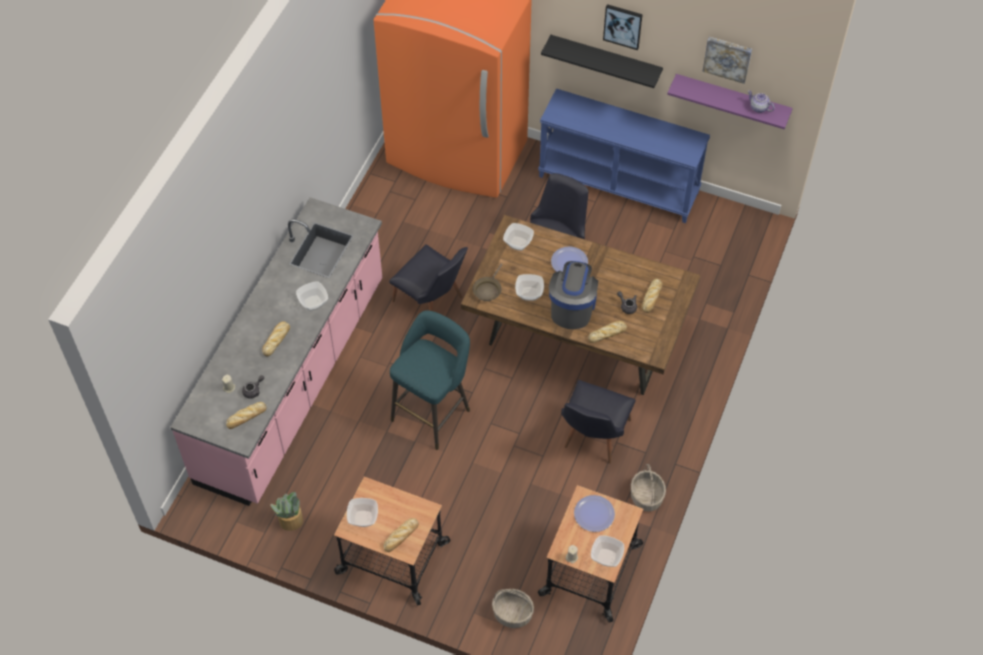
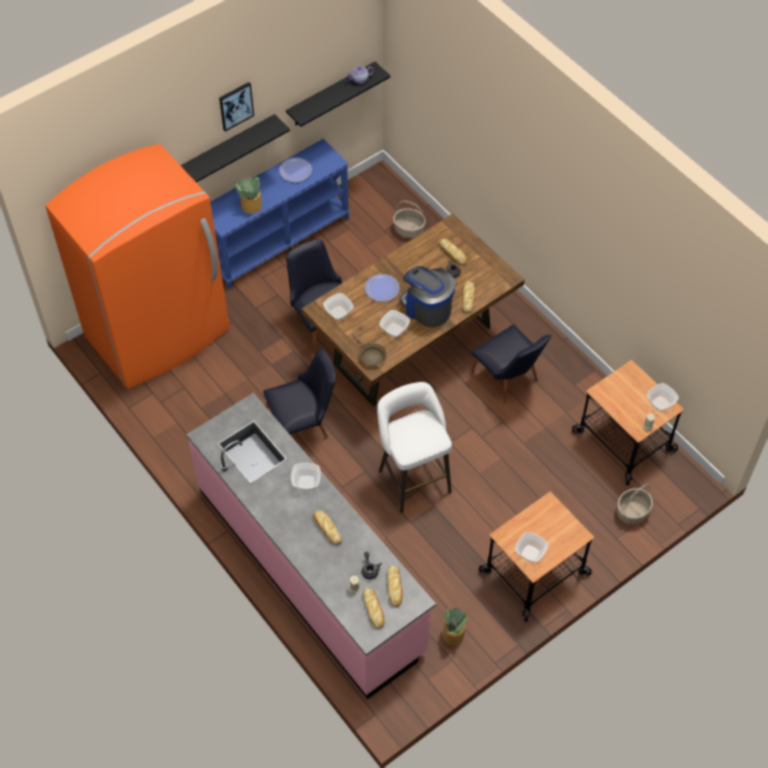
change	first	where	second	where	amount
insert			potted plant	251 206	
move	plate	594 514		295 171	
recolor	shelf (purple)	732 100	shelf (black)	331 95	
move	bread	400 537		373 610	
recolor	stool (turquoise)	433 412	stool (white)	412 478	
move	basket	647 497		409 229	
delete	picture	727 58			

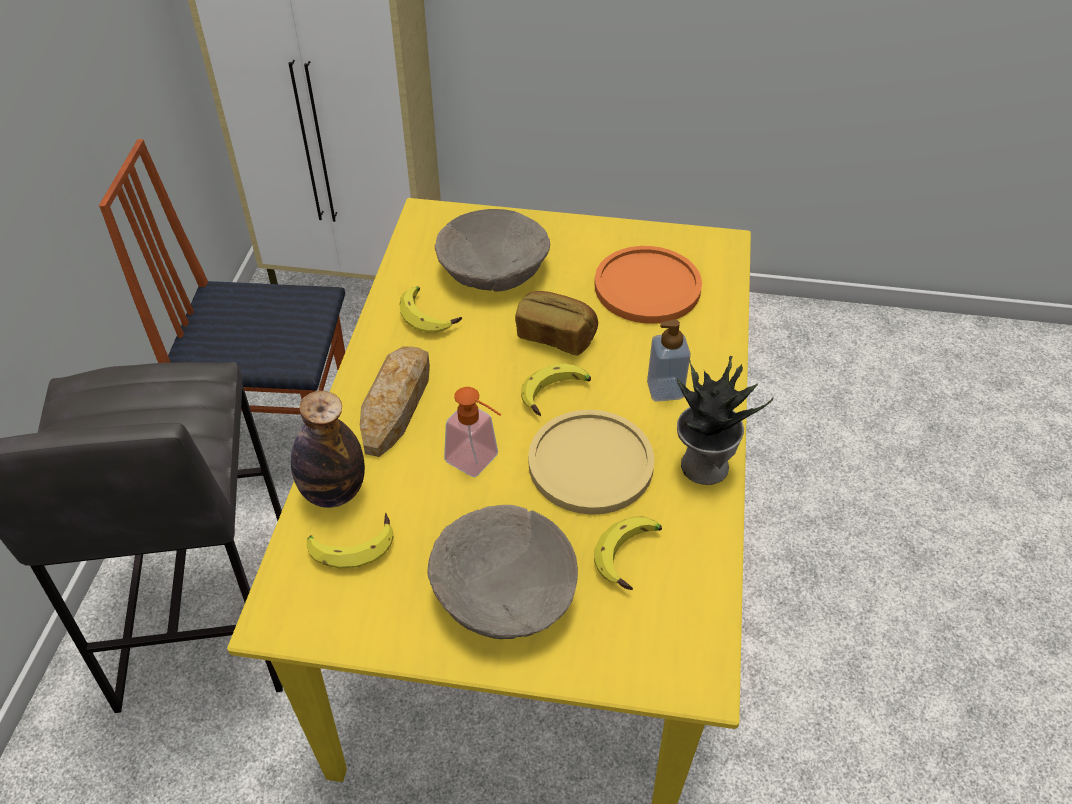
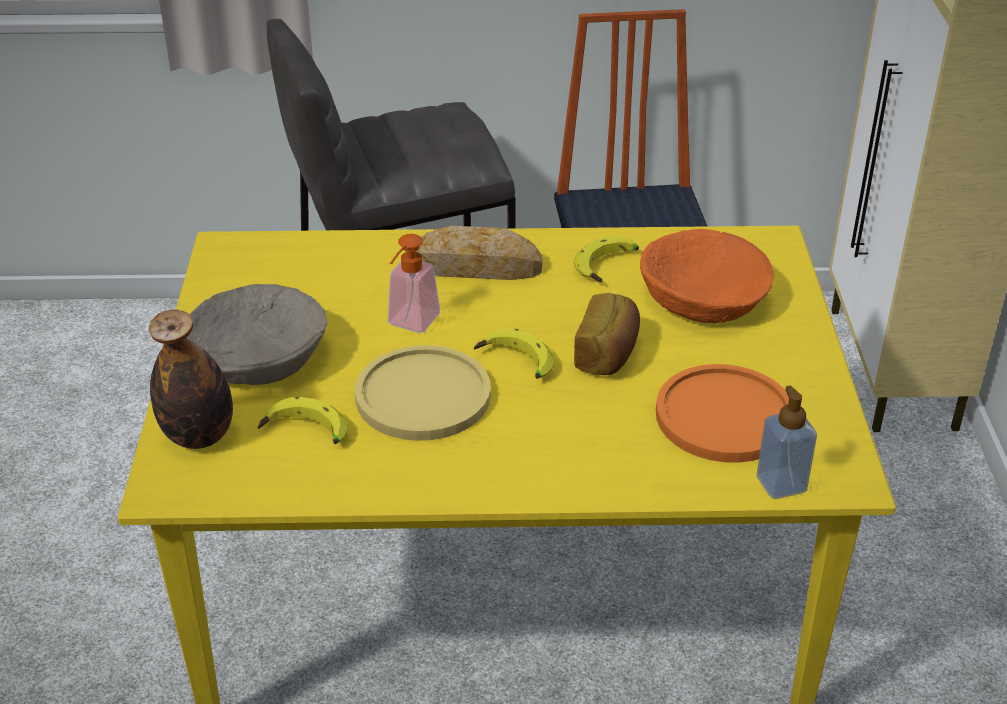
change	first	where	second	where	amount
move	bottle	333 491		199 436	
recolor	bowl (beige)	493 268	bowl (orange)	702 297	
move	soap dispenser	665 390		781 484	
delete	banana	352 543			
delete	potted plant	702 465			

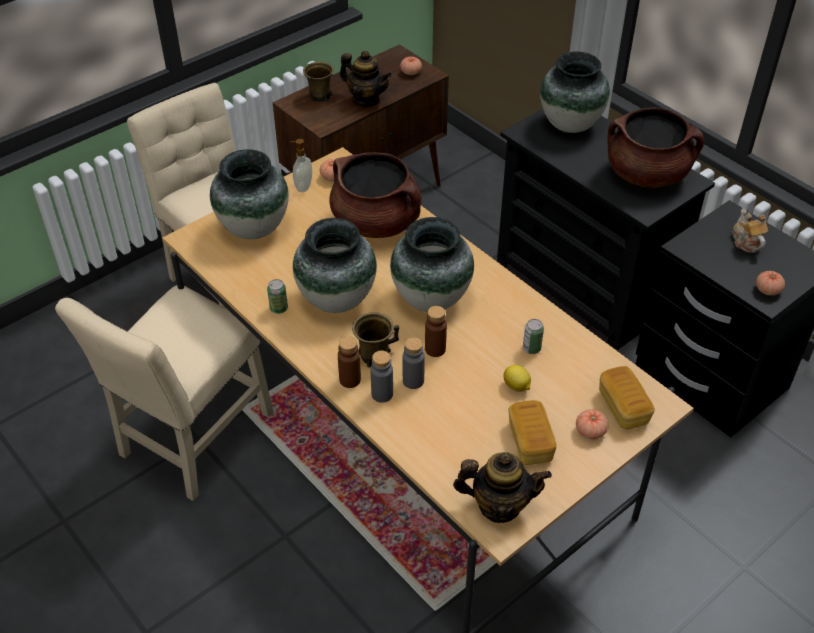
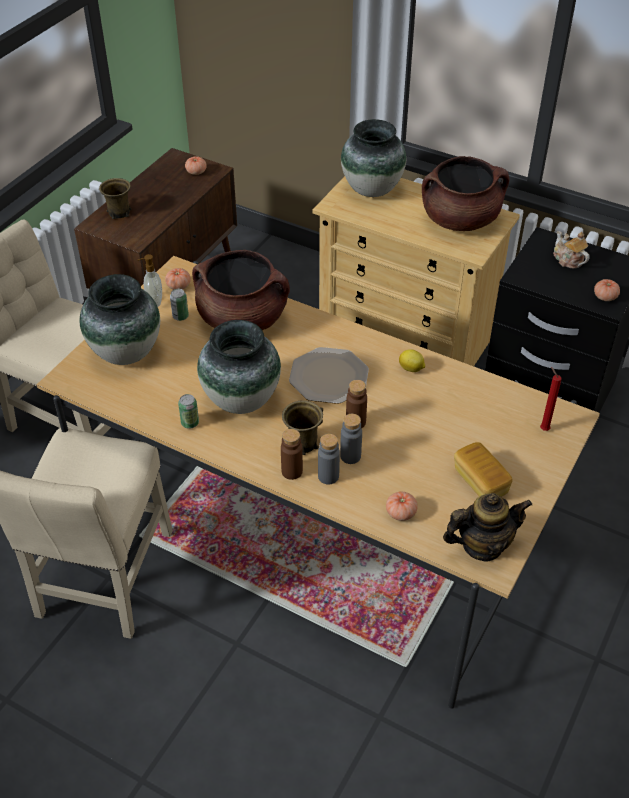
change	first	where	second	where	amount
move	can	531 348		180 316	
replace	vase	431 298	plate	328 376	
recolor	dresser (black)	584 284	dresser (beige)	406 336	
move	tomato	590 431		401 513	
move	lemon	516 386		411 369	
replace	bread	623 407	candle (red)	543 428	
delete	teapot	366 99			

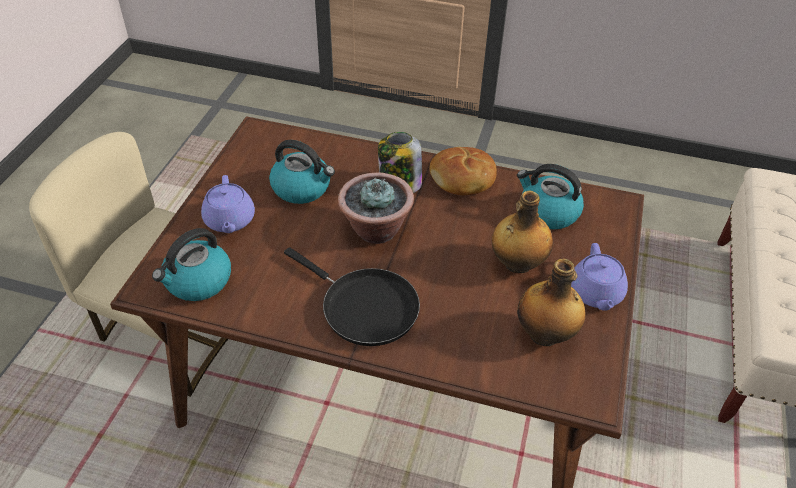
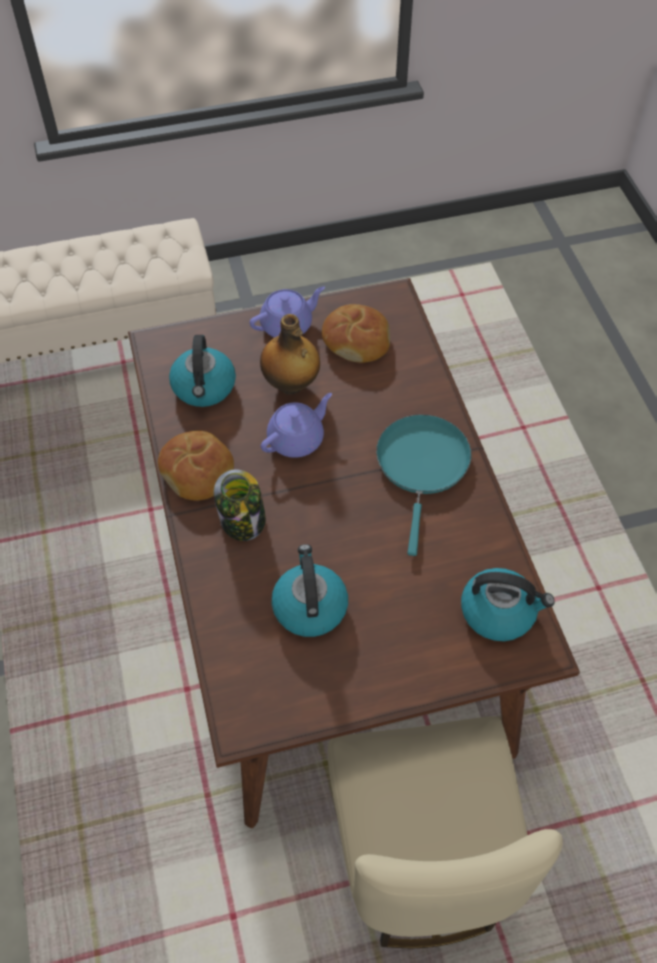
change	first	where	second	where	amount
move	teapot (purple)	229 221		297 439	
replace	bottle	545 335	bread	356 340	
recolor	frying pan (black)	364 307	frying pan (turquoise)	422 465	
delete	potted plant	375 230			

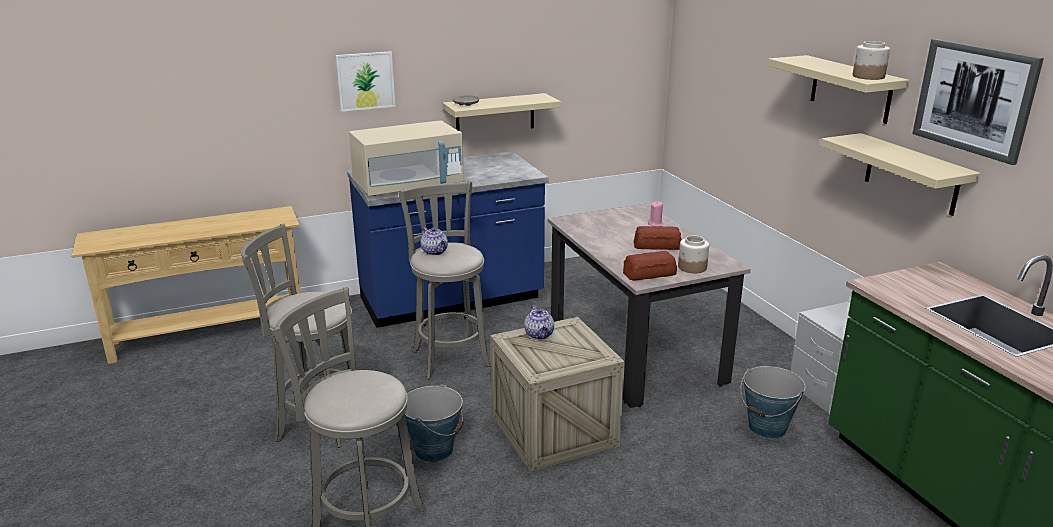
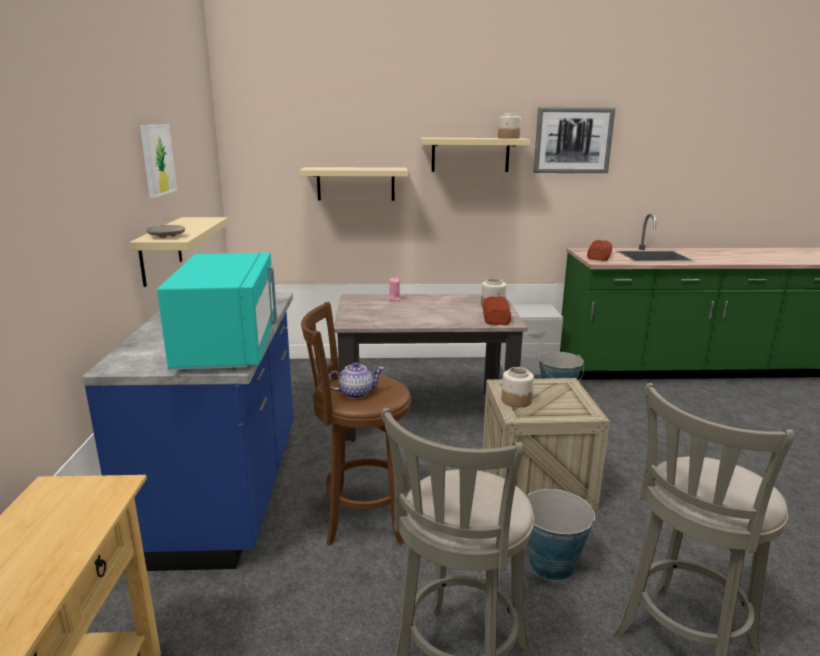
change	first	where	second	where	amount
move	picture	365 81		157 160	
recolor	microwave (beige)	409 186	microwave (turquoise)	229 347	
move	shelf (beige)	911 174		355 184	
recolor	stool (grey)	450 356	stool (brown)	361 517	
replace	teapot	539 335	jar	516 400	
move	bread	658 245		599 256	

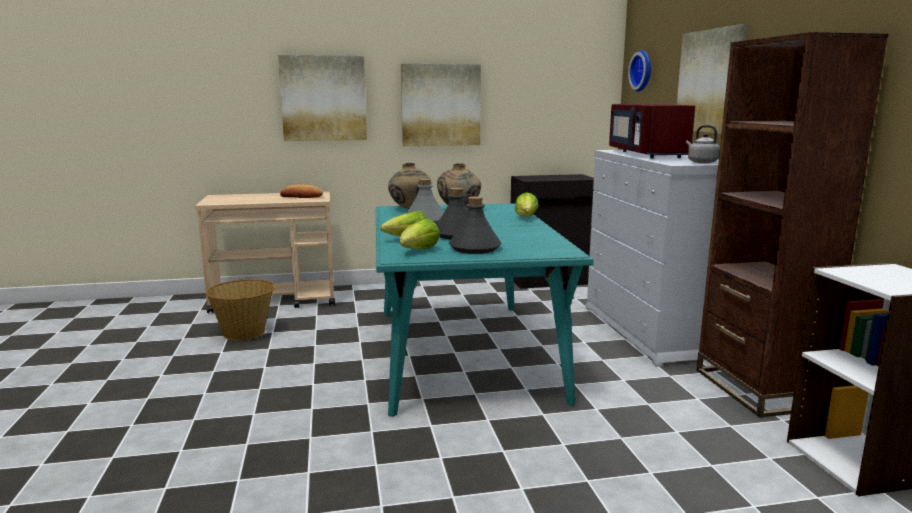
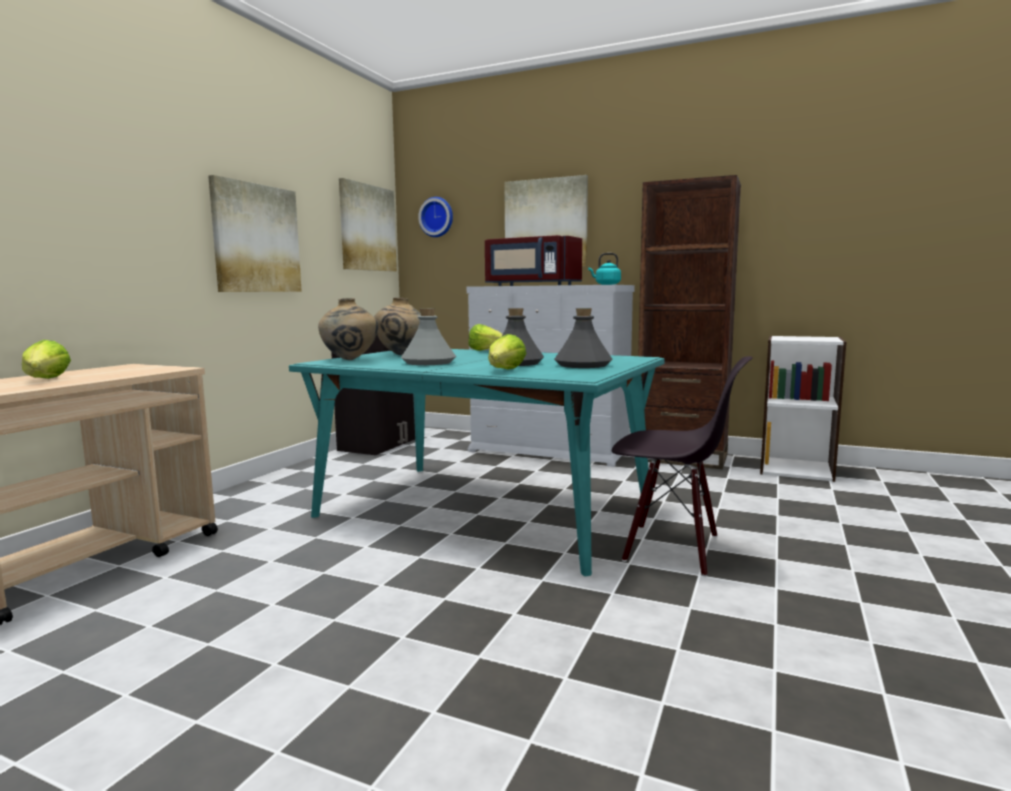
change	first	where	second	where	amount
move	lettuce	419 251		46 380	
move	picture	323 98		367 228	
recolor	kettle (grey)	701 162	kettle (turquoise)	606 284	
insert			chair (black)	671 549	
delete	basket	245 333			
delete	bread	301 196			

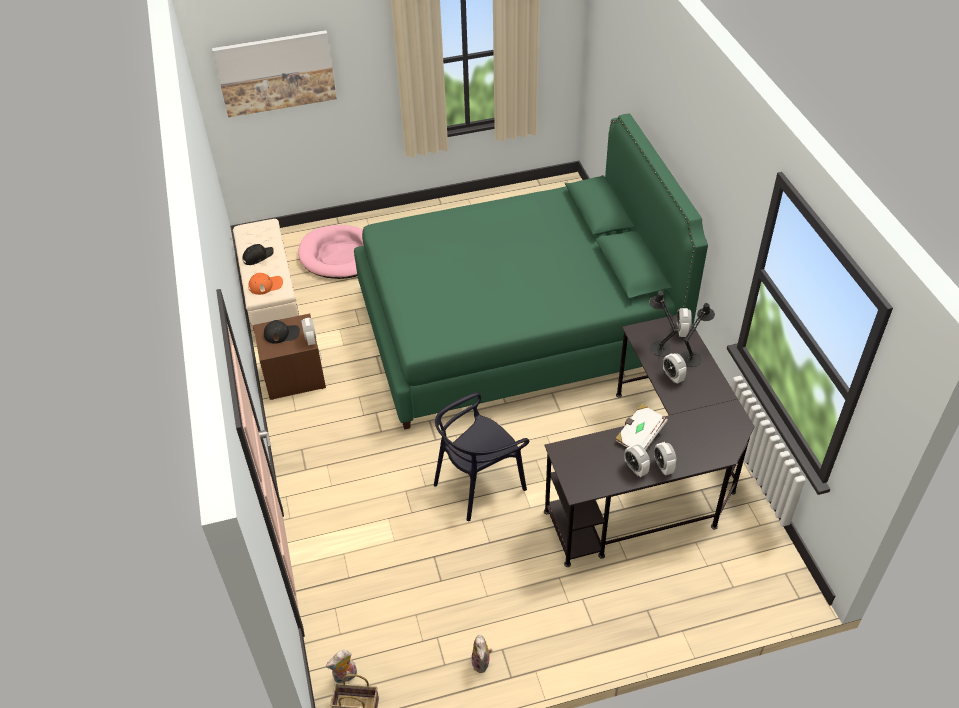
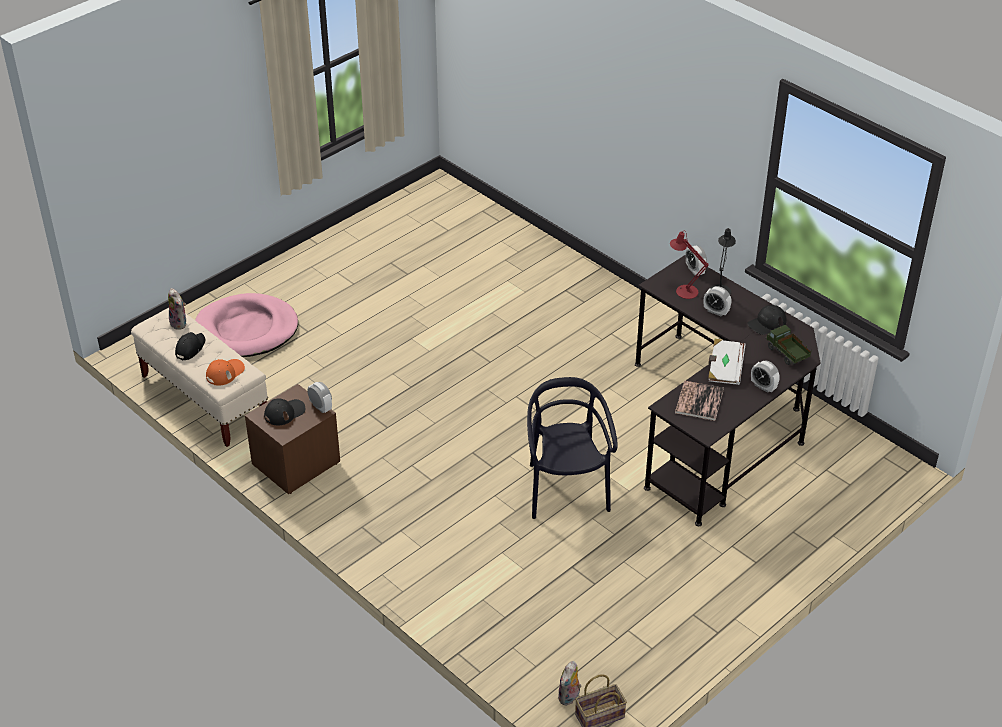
change	first	where	second	where	amount
move	plush toy	482 663		180 323	
rotate	chair (black)	479 484		566 489	150 degrees clockwise
recolor	table lamp (black)	658 346	table lamp (red)	684 290	
insert			book	699 401	
insert			cap (black)	767 323	
insert			toy truck	786 354	
delete	picture	276 72			
delete	bed (green)	516 326			
delete	alarm clock	635 469			

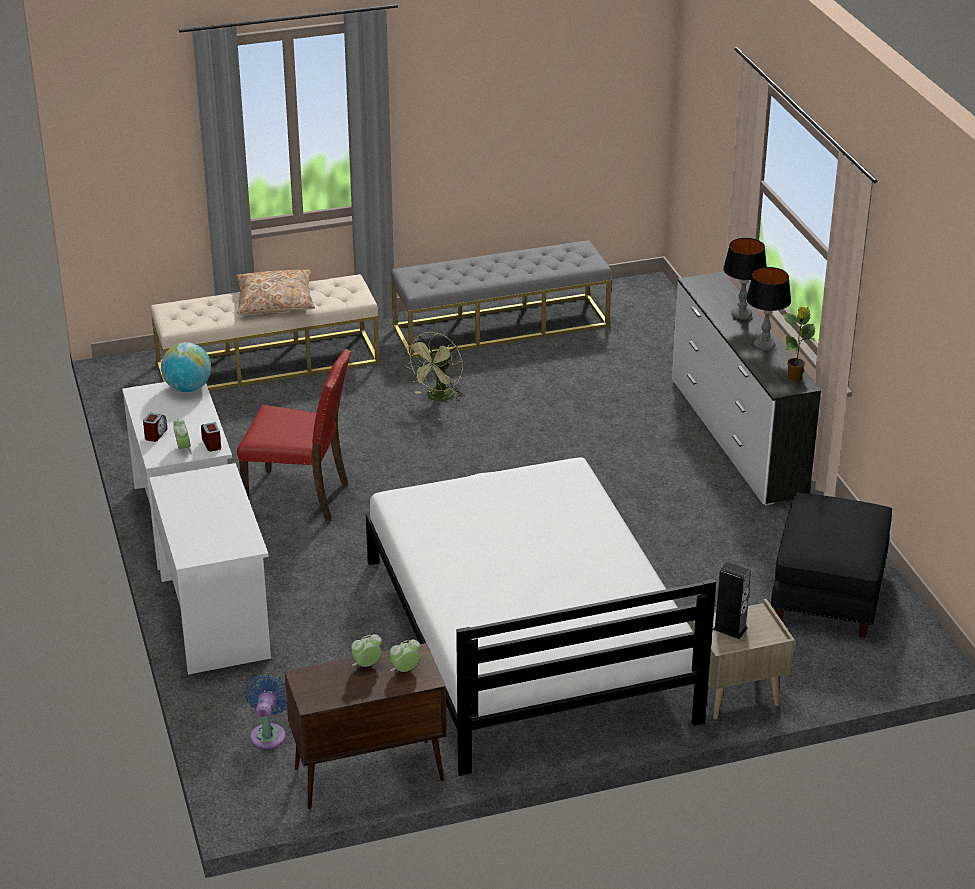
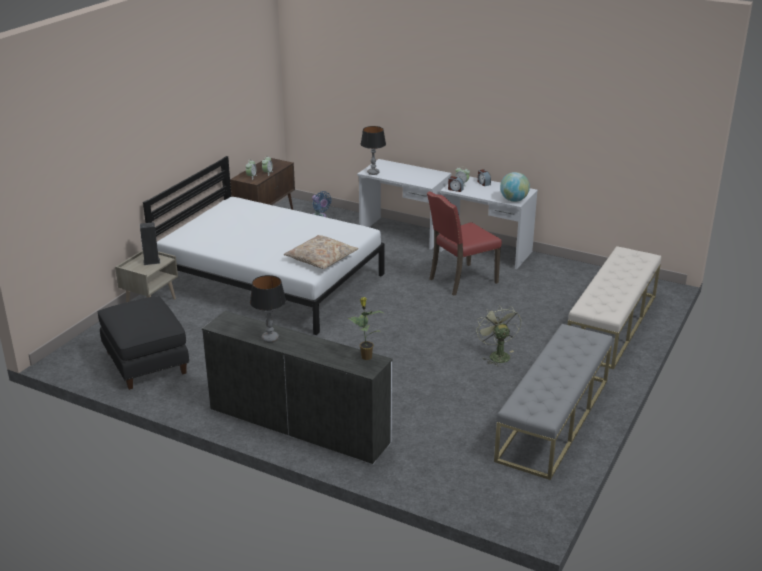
change	first	where	second	where	amount
move	pillow (beige)	275 302		321 259	
move	potted plant	794 378		366 356	
move	table lamp	741 315		373 173	

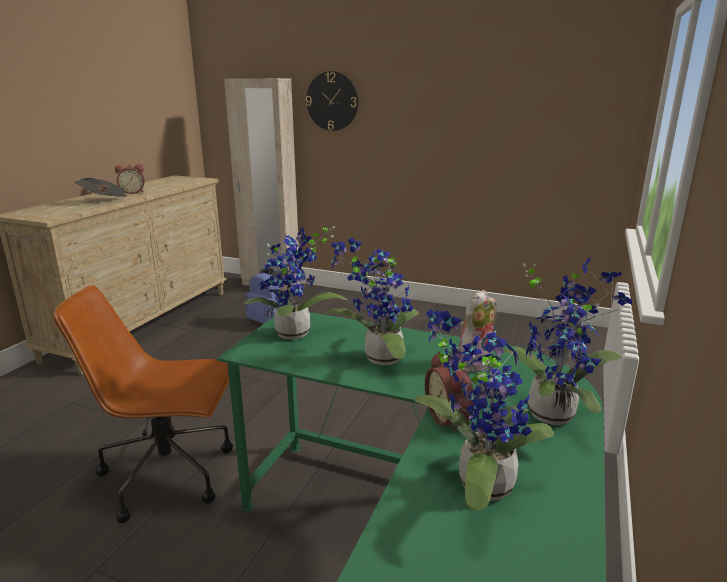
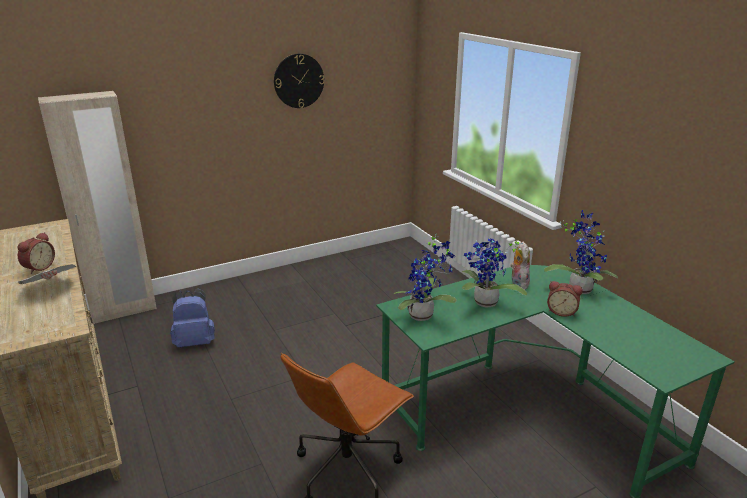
change	first	where	second	where	amount
move	wall clock	332 101		299 81	
delete	potted plant	478 483			

